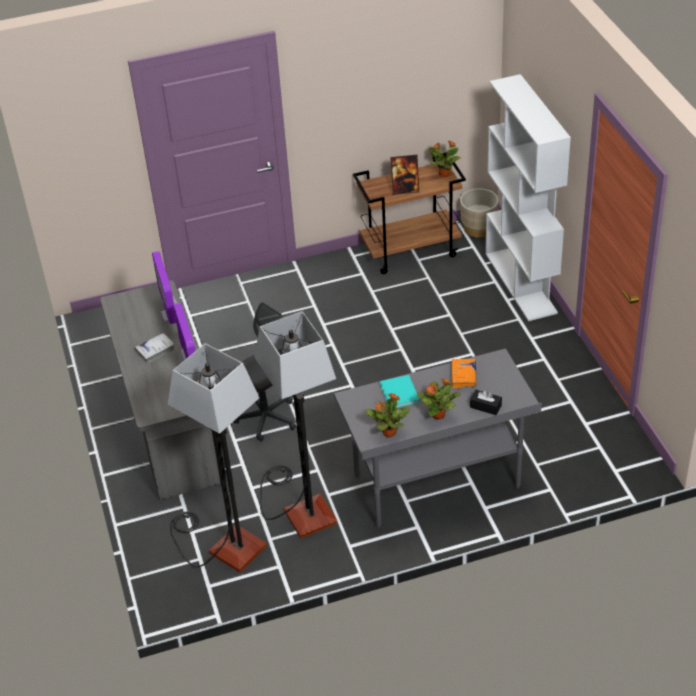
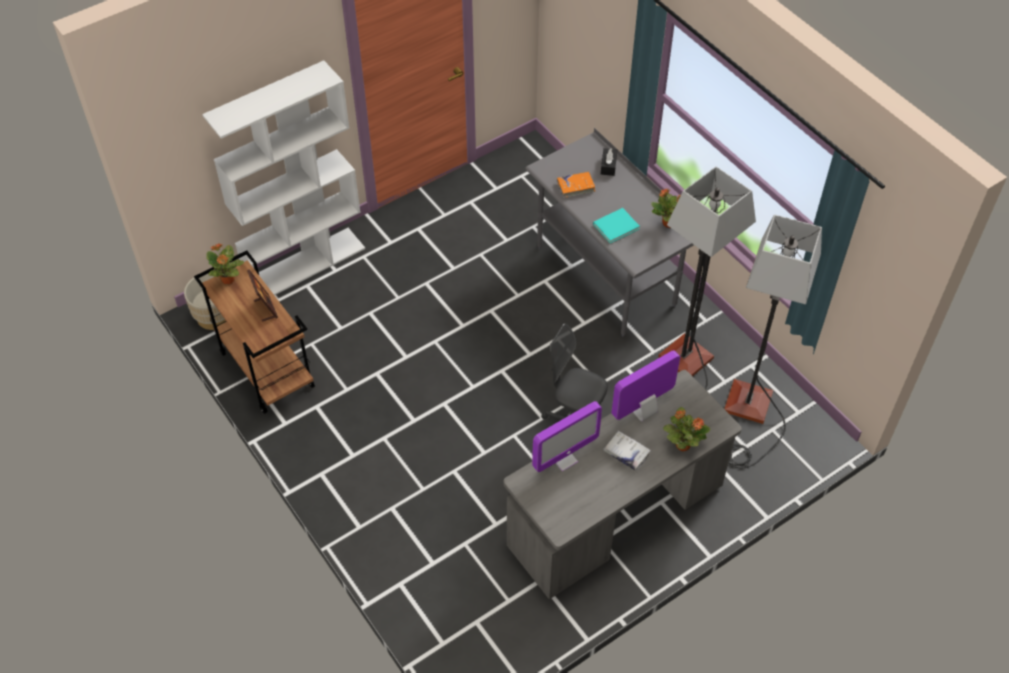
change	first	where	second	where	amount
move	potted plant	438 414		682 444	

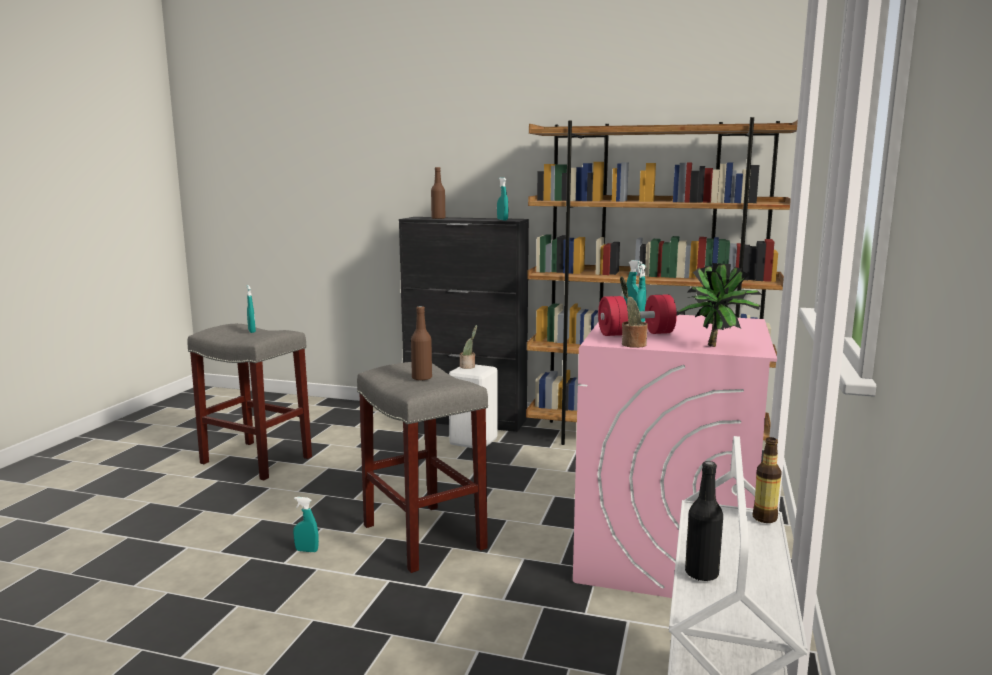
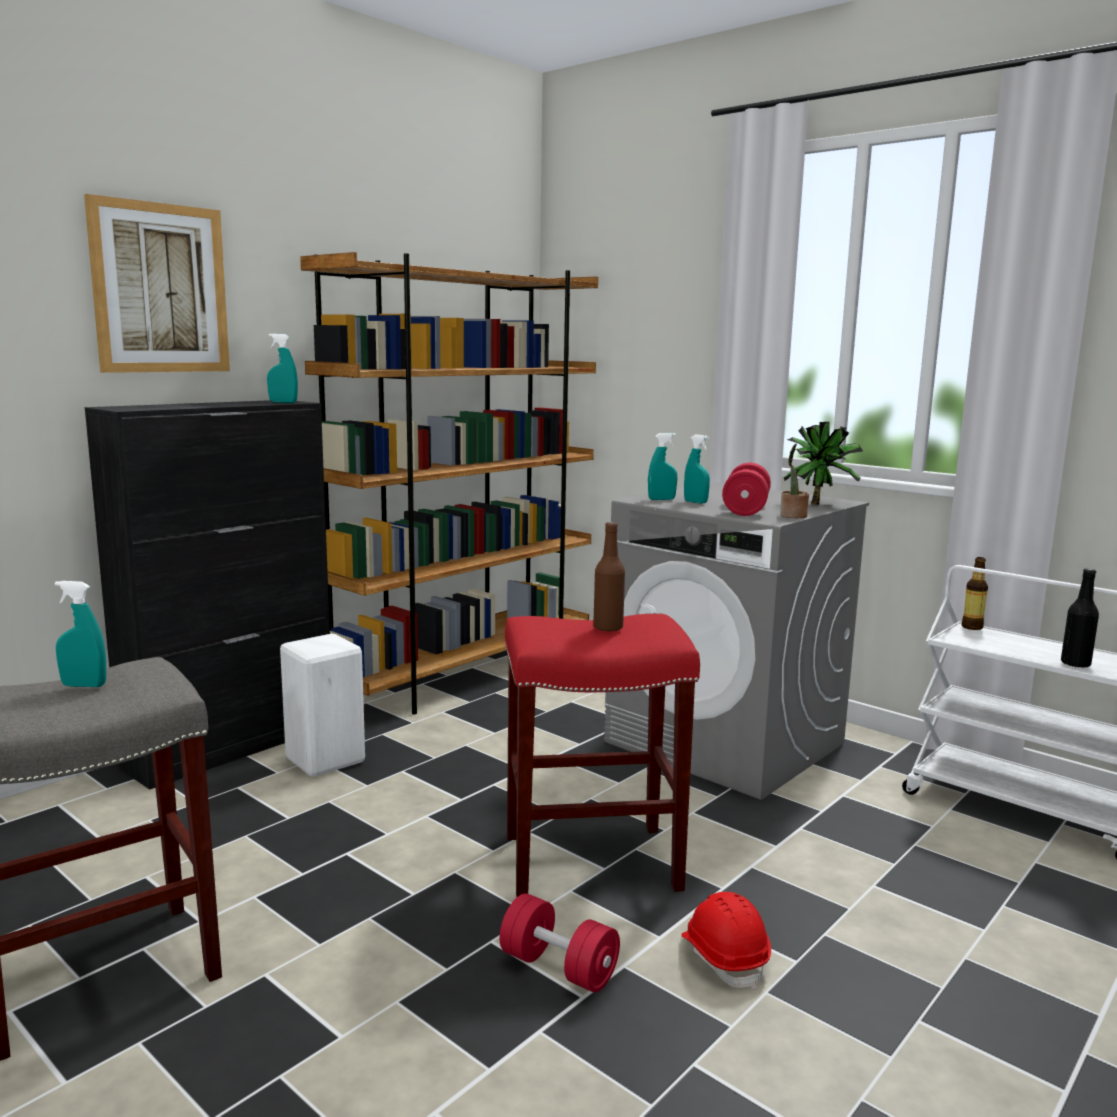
change	first	where	second	where	amount
insert			picture	160 289	
replace	spray bottle (turquoise)	306 550	dumbbell (red)	558 967	
recolor	stool (grey)	422 536	stool (red)	588 862	
recolor	washing machine (pink)	664 552	washing machine (grey)	726 743	
insert			hard hat (red)	724 957	
delete	bottle (brown)	438 218			
delete	potted plant	468 366			

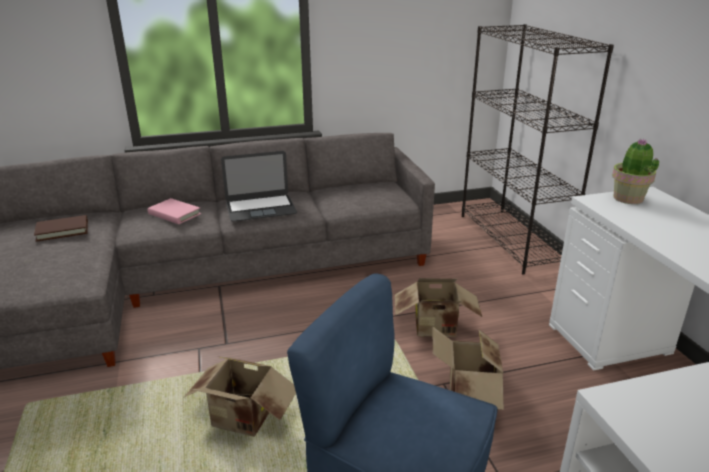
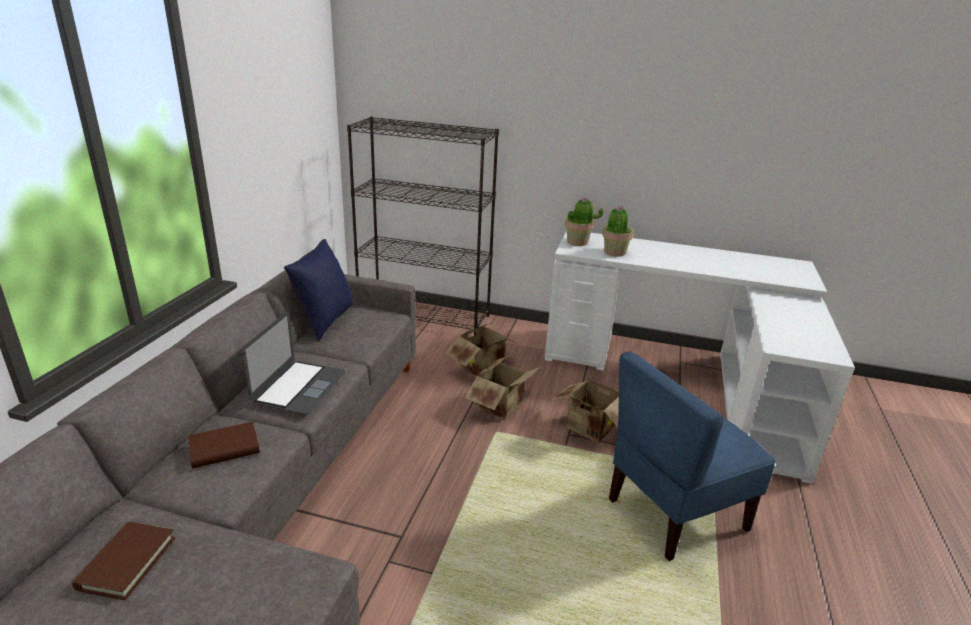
change	first	where	second	where	amount
recolor	book (pink)	174 214	book (brown)	224 448	
insert			pillow (blue)	324 321	
move	cardboard box	243 420		484 368	
insert			potted plant	614 252	

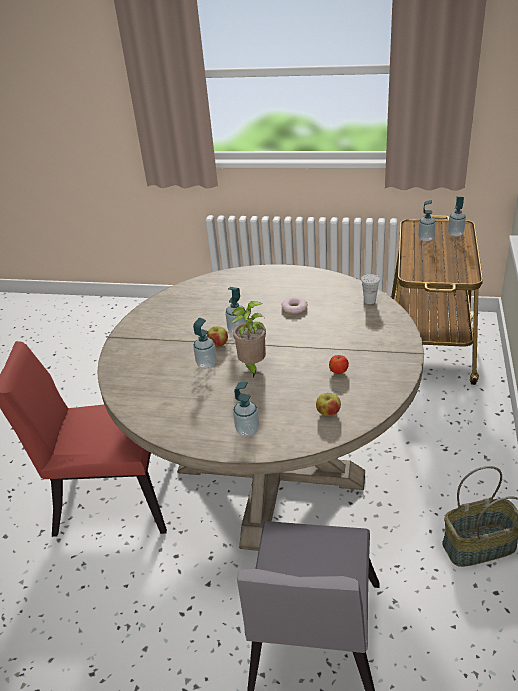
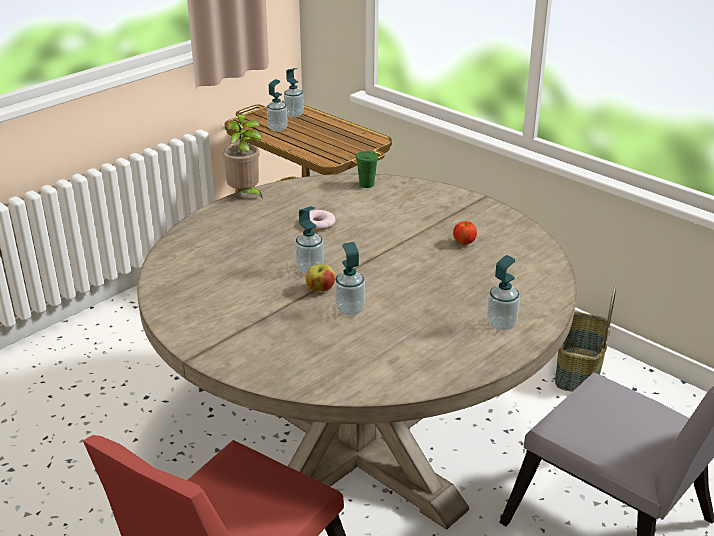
change	first	where	second	where	amount
move	potted plant	252 366		245 195	
recolor	cup (white)	369 301	cup (green)	366 184	
delete	apple	328 413			

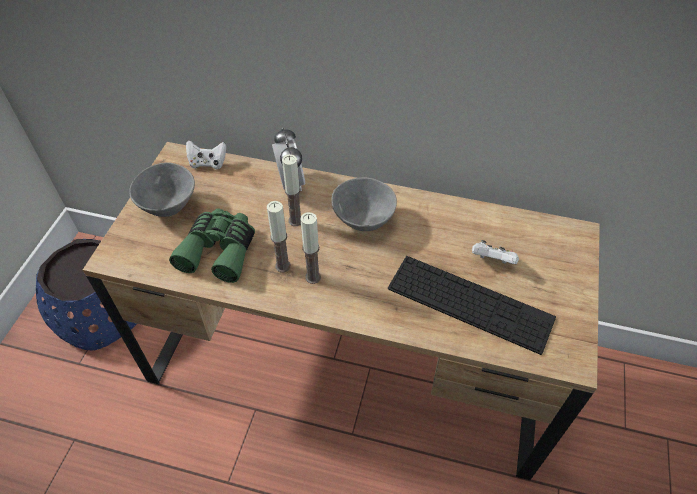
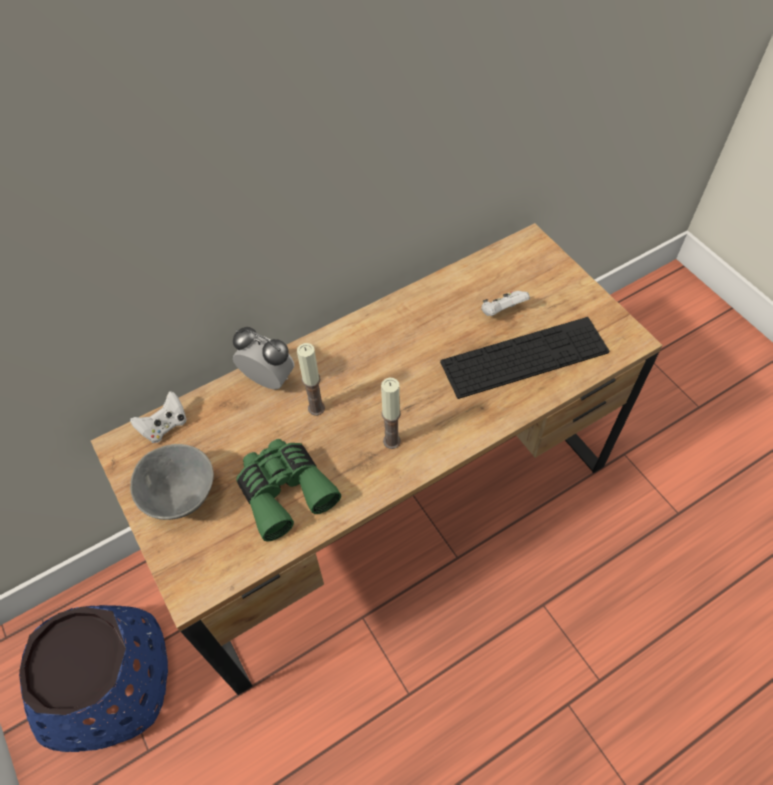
change	first	where	second	where	amount
delete	candle	283 266			
delete	bowl (grey)	362 222			

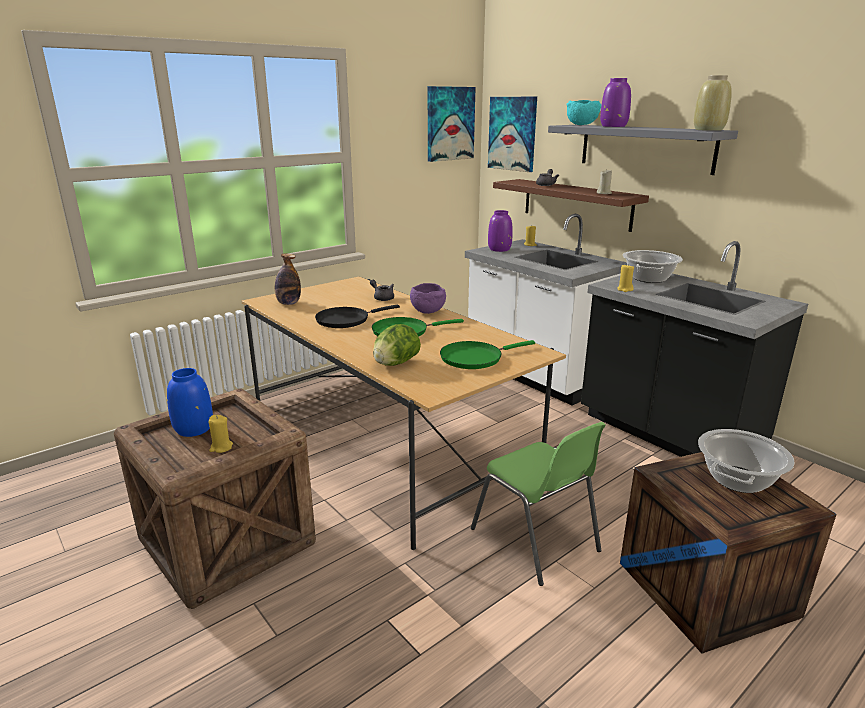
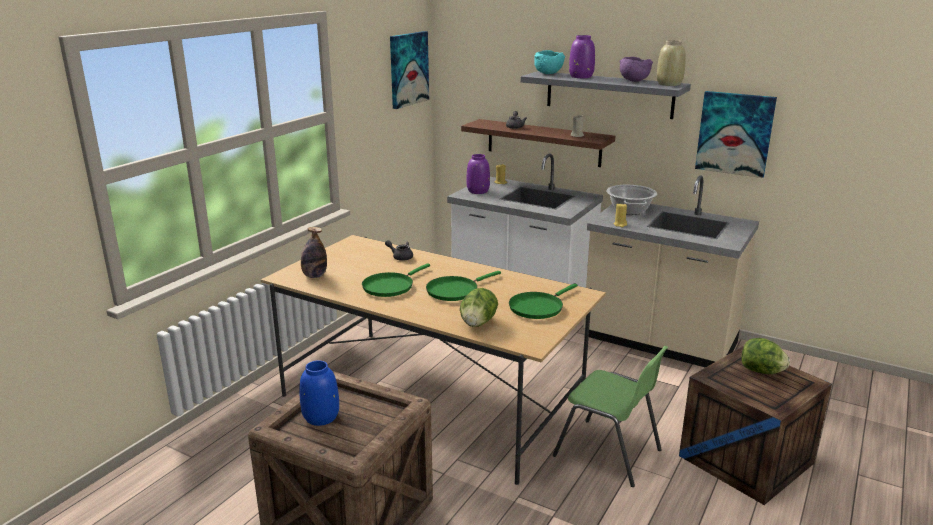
change	first	where	second	where	amount
recolor	frying pan (black)	346 320	frying pan (green)	390 286	
recolor	counter (black)	668 434	counter (beige)	659 343	
move	bowl (purple)	427 311		633 81	
move	picture	512 133		734 133	
replace	cooking pot	737 479	lettuce	761 371	
delete	candle (yellow)	221 447			

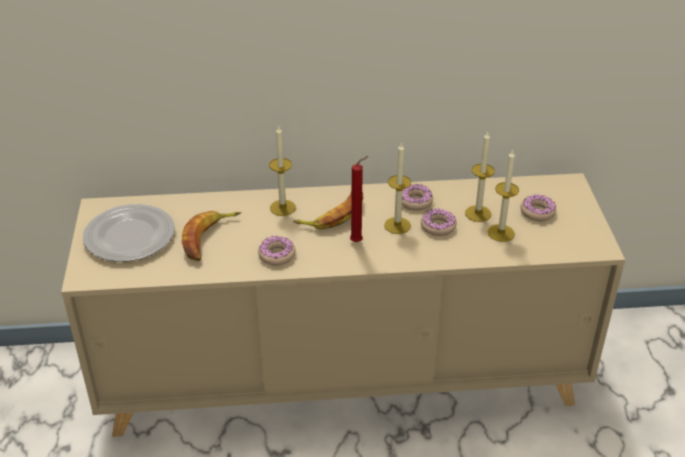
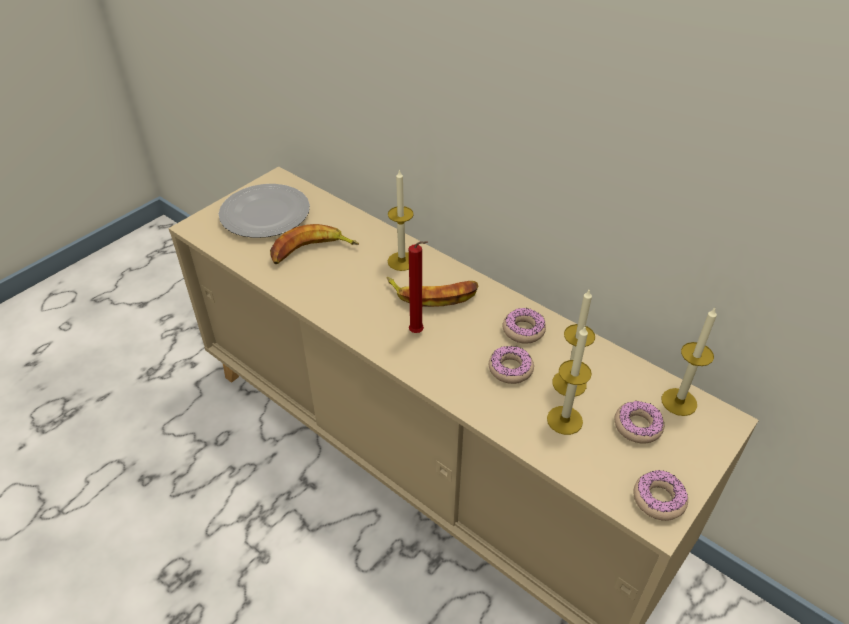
change	first	where	second	where	amount
move	donut	277 255		658 499	
move	candle	397 225		679 402	

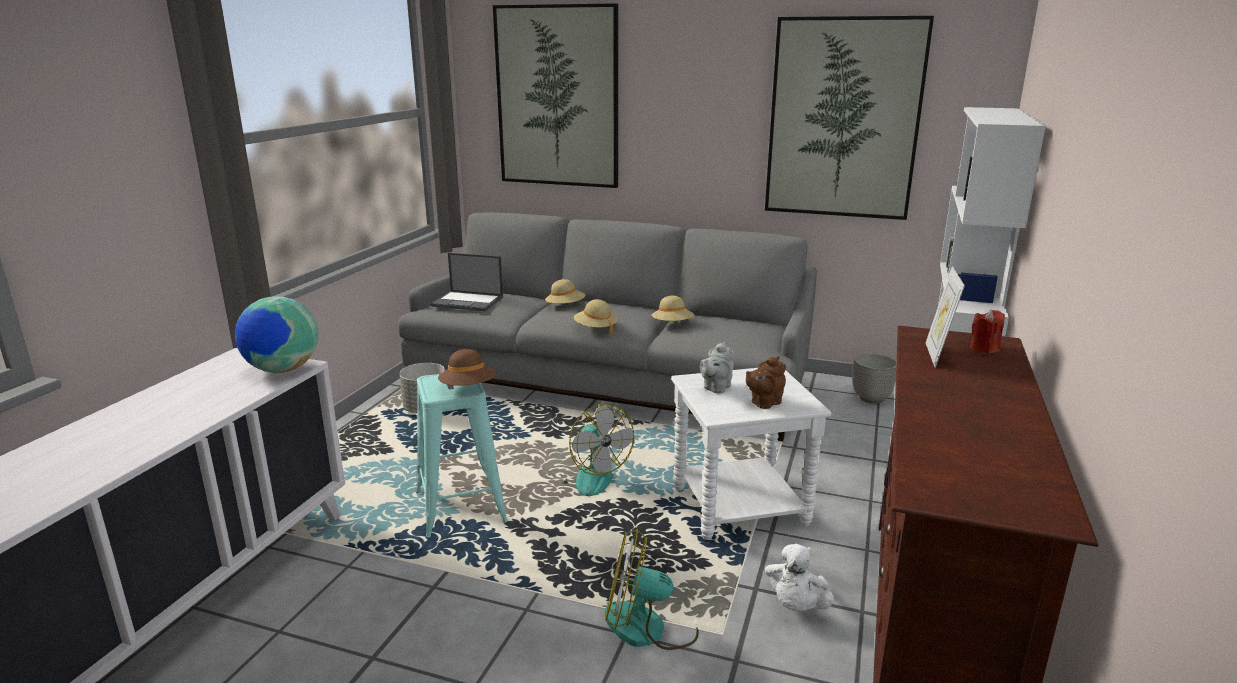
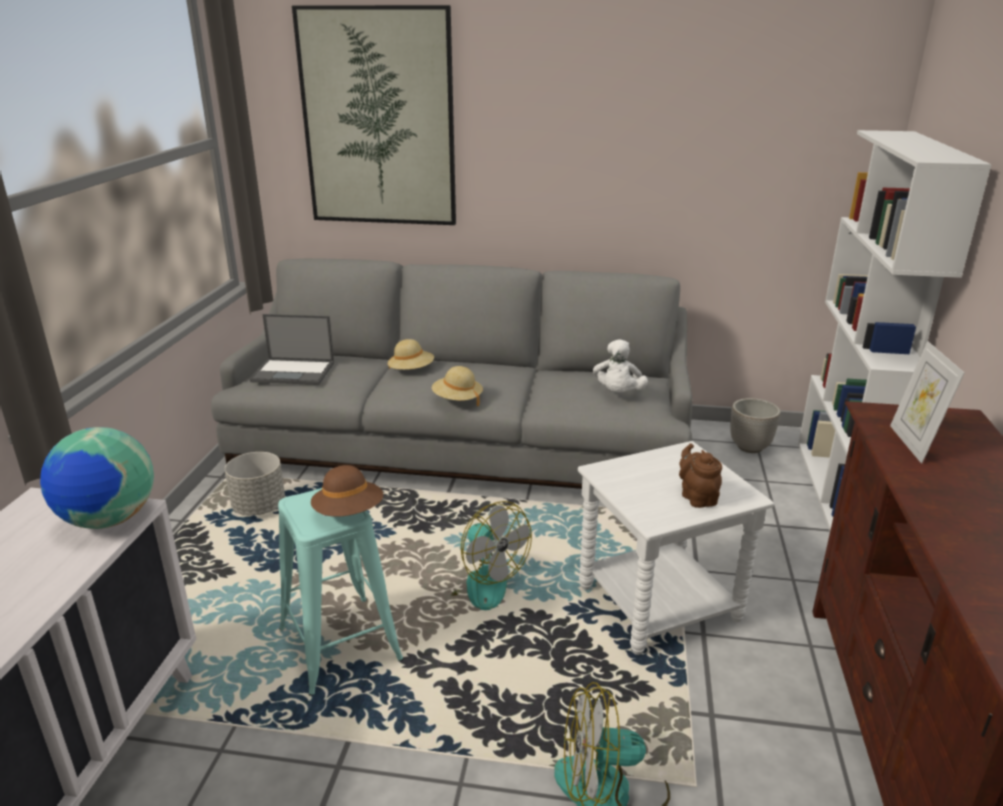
change	first	where	second	where	amount
move	plush toy (white)	795 605		618 394	
rotate	teapot (brown)	764 403		697 497	120 degrees clockwise
delete	hat (beige)	672 325			
delete	teapot (grey)	716 388			
delete	picture	843 119			
delete	candle (red)	984 348			

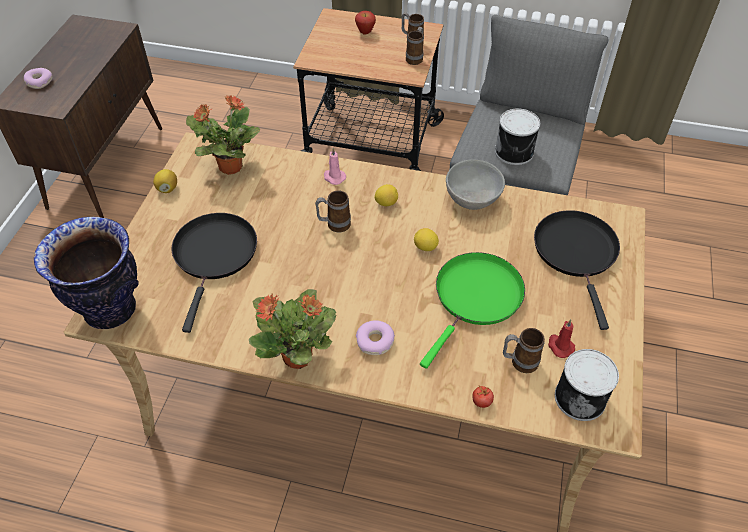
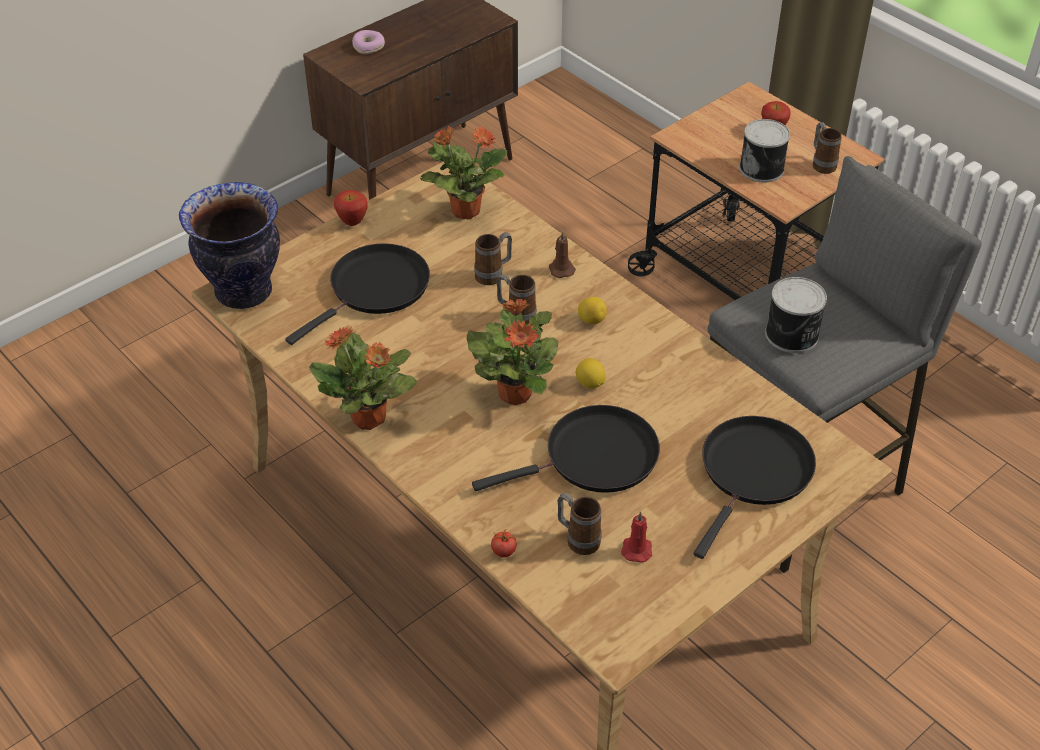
change	first	where	second	where	amount
insert			apple	352 222	
insert			potted plant	515 392	
recolor	frying pan (green)	476 298	frying pan (black)	594 458	
move	mug	415 58		494 275	
recolor	candle (pink)	334 177	candle (brown)	561 269	
move	can	580 397		762 168	
delete	lemon	167 188			
delete	donut	375 341			
delete	bowl (grey)	473 199			

